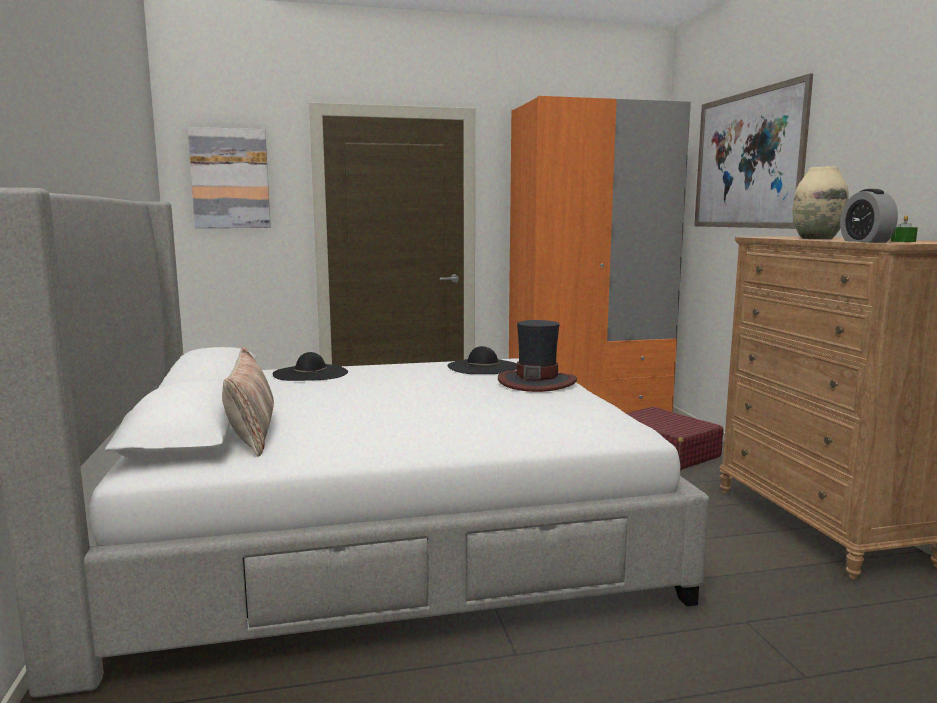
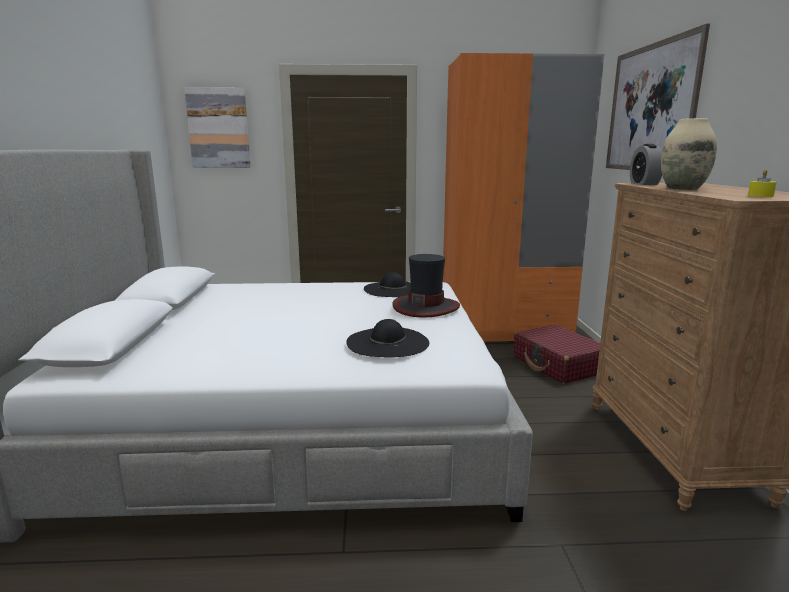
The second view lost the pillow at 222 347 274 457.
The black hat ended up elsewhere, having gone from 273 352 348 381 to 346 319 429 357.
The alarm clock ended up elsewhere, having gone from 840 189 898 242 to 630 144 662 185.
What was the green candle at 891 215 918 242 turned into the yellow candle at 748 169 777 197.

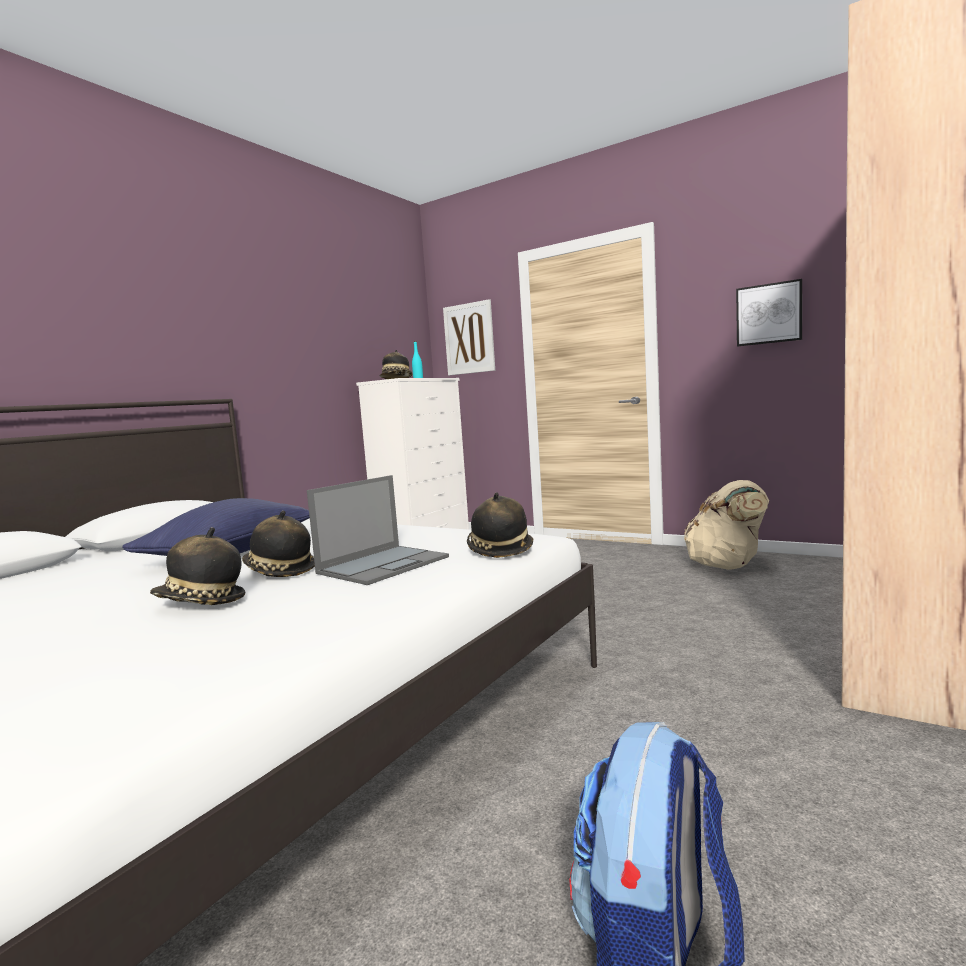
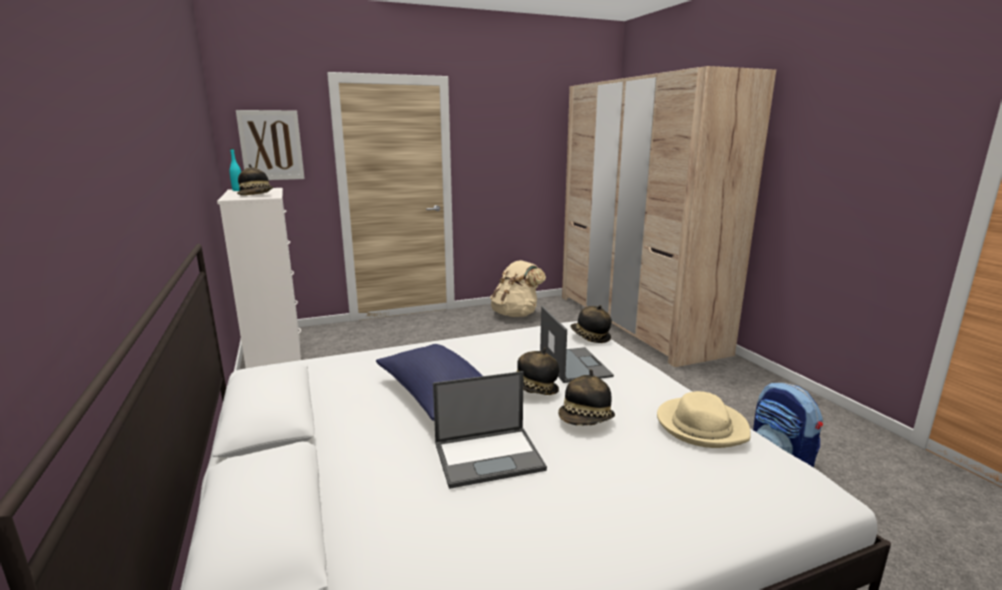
The second view lost the picture at 736 279 802 346.
The second view gained the laptop at 433 371 547 489.
The second view gained the beige hat at 657 391 751 448.

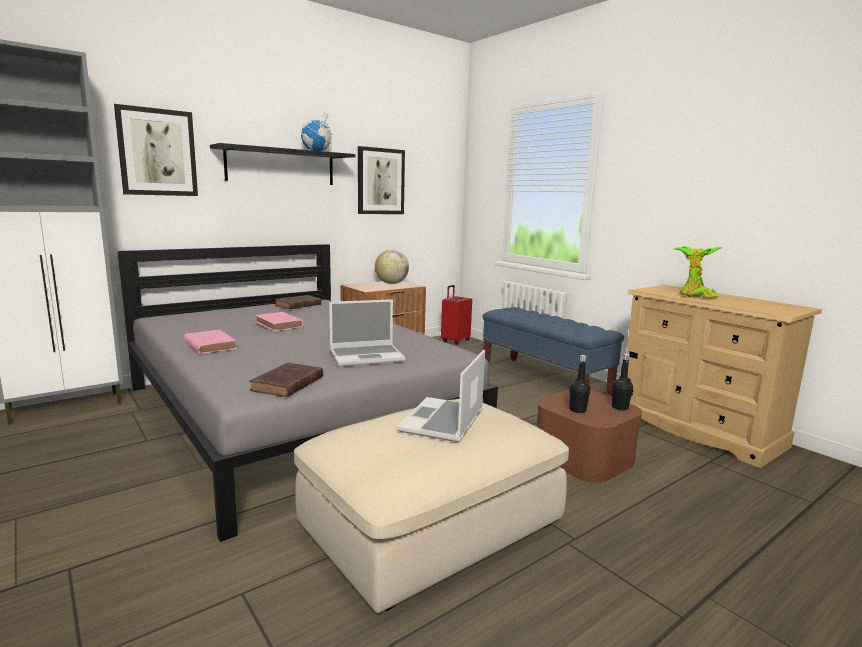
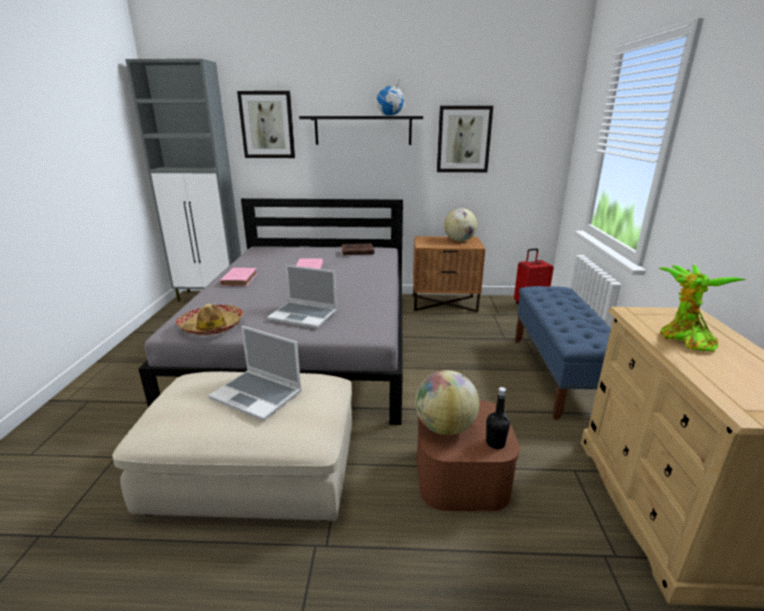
Where the brown book stood at 249 363 323 397, the hat came to stand at 176 304 243 335.
Where the black bottle stood at 570 355 590 413, the globe came to stand at 415 370 479 435.
The laptop at 397 350 485 443 ended up facing another way, 120 degrees counterclockwise from before.

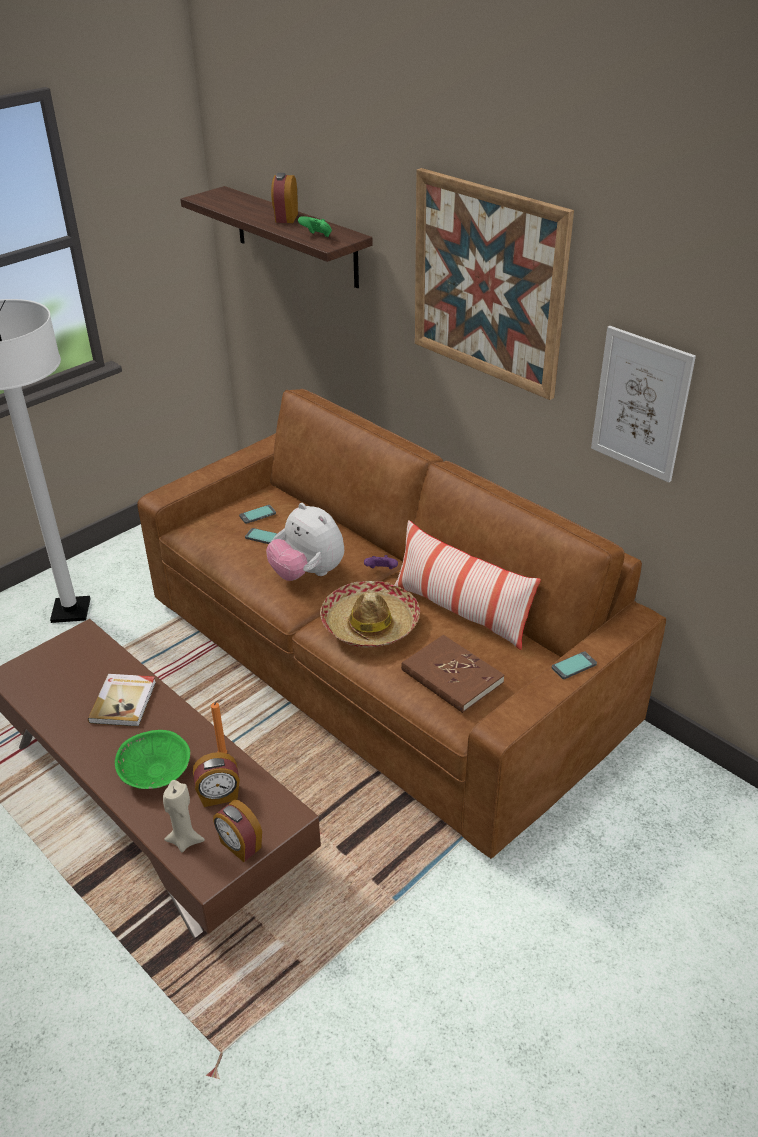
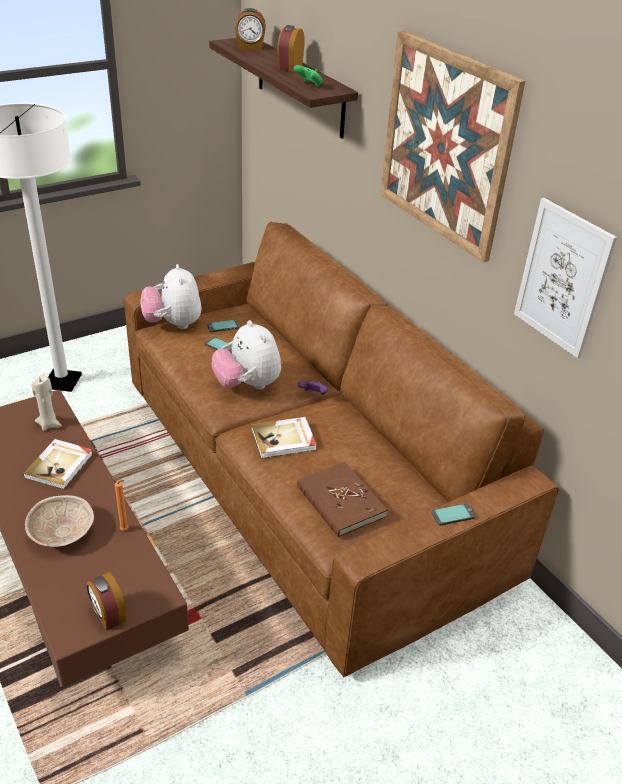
The second view lost the pillow at 394 520 541 650.
The second view gained the plush toy at 140 264 202 329.
The beige candle ended up elsewhere, having gone from 163 780 205 852 to 31 374 62 431.
The alarm clock ended up elsewhere, having gone from 193 752 240 807 to 235 8 266 51.
Where the hat stood at 320 581 420 648, the book came to stand at 251 417 317 459.
What was the green bowl at 115 730 191 789 turned into the beige bowl at 25 495 94 547.

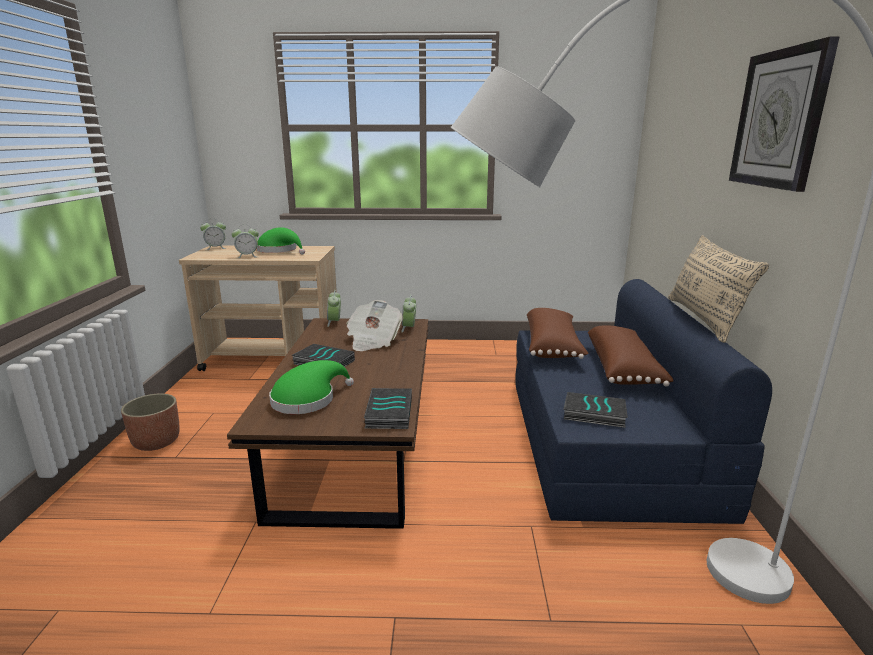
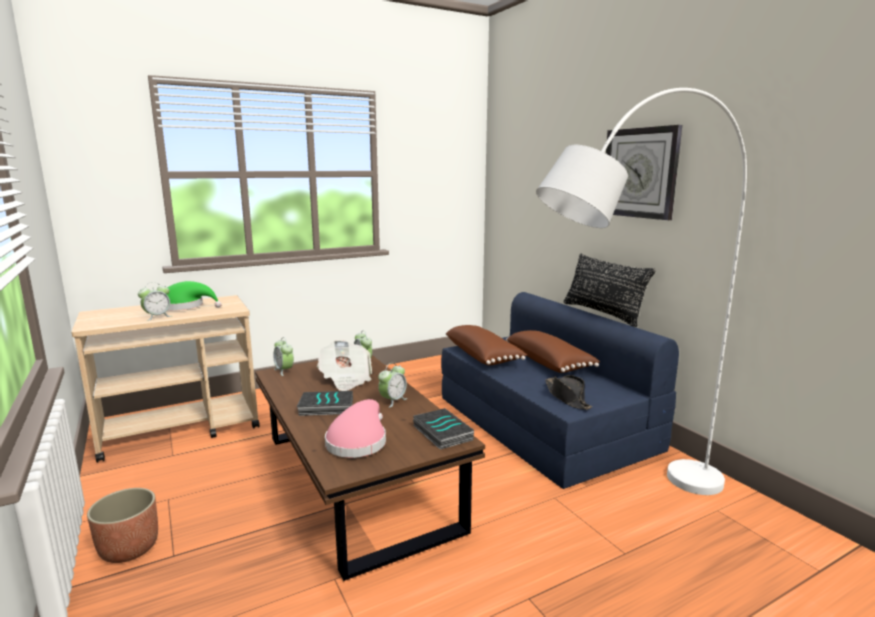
The alarm clock ended up elsewhere, having gone from 200 222 227 250 to 378 363 408 408.
Where the book stood at 563 392 628 428, the black hat came to stand at 545 375 592 410.
What was the green hat at 269 360 354 414 turned into the pink hat at 325 399 386 458.
What was the beige pillow at 668 235 769 343 turned into the black pillow at 563 254 656 327.

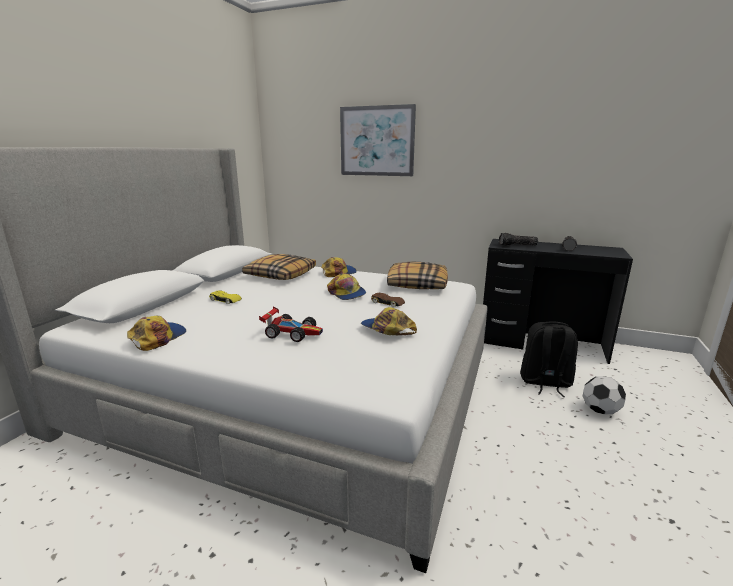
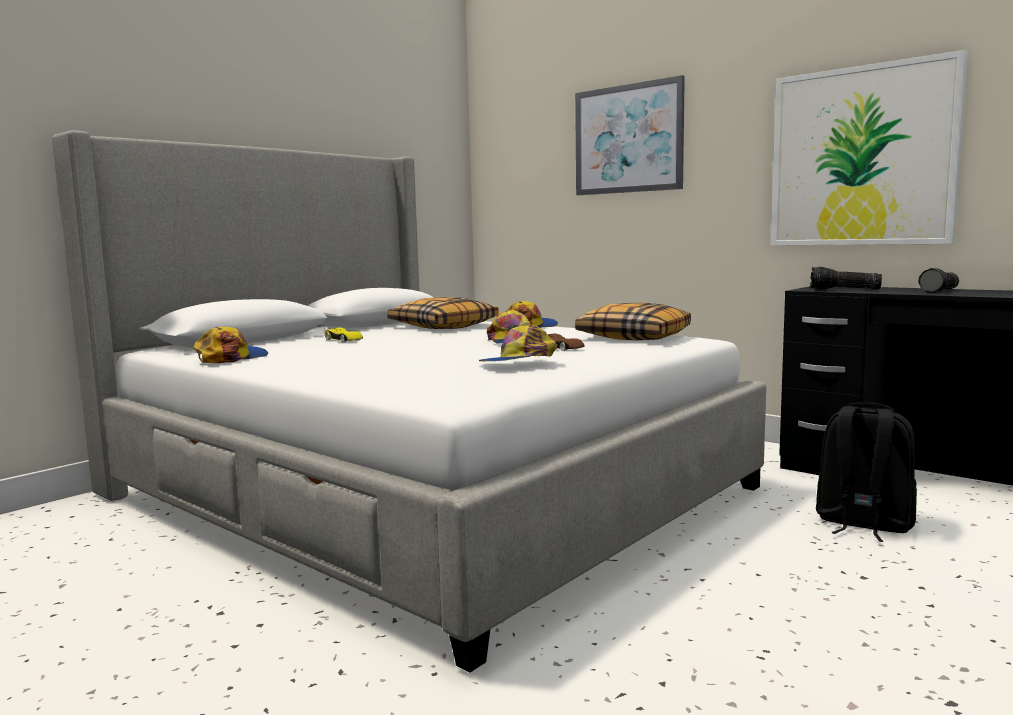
The second view lost the toy car at 259 307 323 342.
The second view lost the football at 583 376 626 414.
The second view gained the picture at 771 50 968 245.
The cap at 361 307 417 335 ended up facing another way, 90 degrees counterclockwise from before.

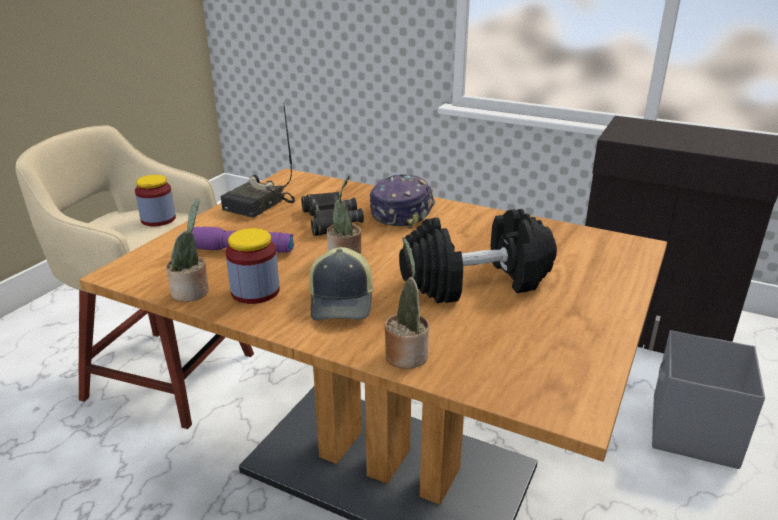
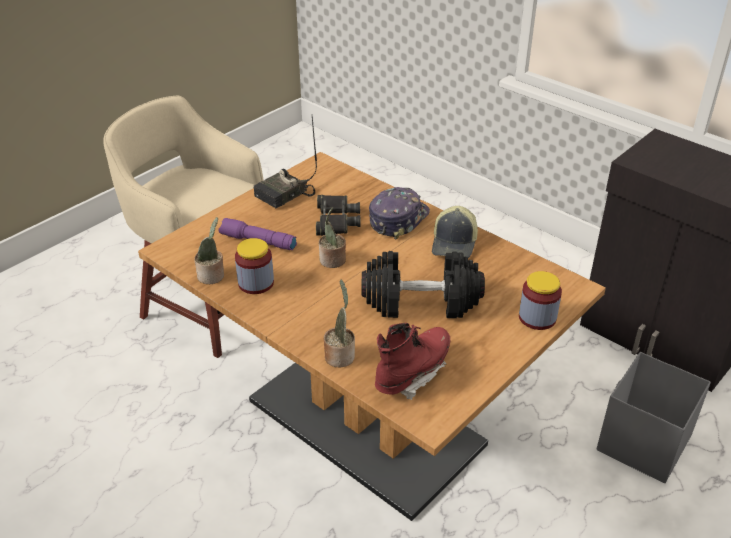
The second view gained the red boot at 375 323 450 400.
The jar ended up elsewhere, having gone from 135 175 176 227 to 519 271 562 330.
The cap ended up elsewhere, having gone from 309 247 374 321 to 432 206 478 258.

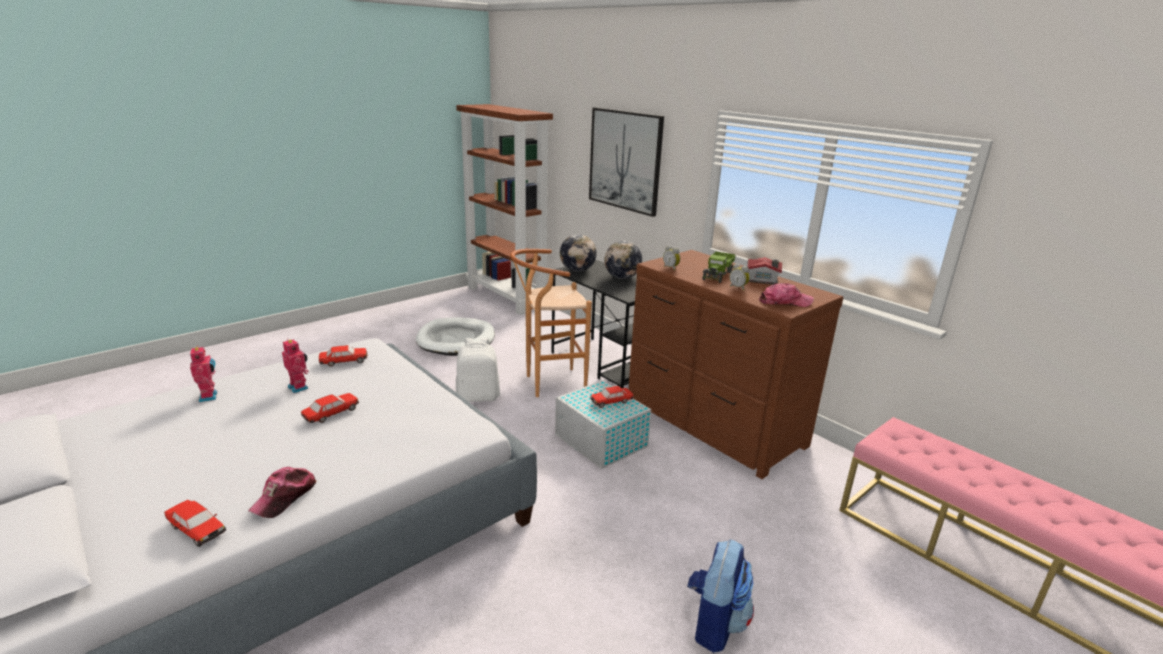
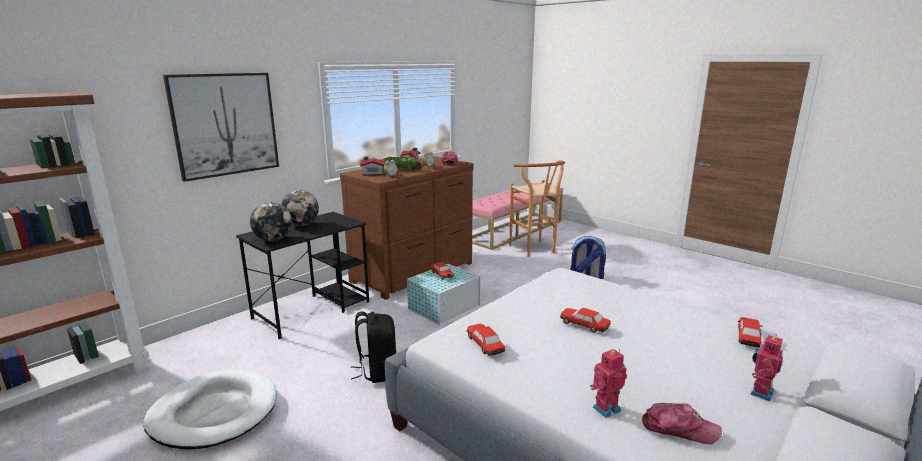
The second view gained the toy house at 360 157 385 176.
The cap ended up elsewhere, having gone from 248 467 317 518 to 642 403 722 444.
The toy robot ended up elsewhere, having gone from 282 338 309 393 to 751 334 783 401.
The brown stool ended up elsewhere, having gone from 510 249 592 397 to 509 160 565 257.
What was the white backpack at 456 338 500 402 turned into the black backpack at 351 312 396 383.

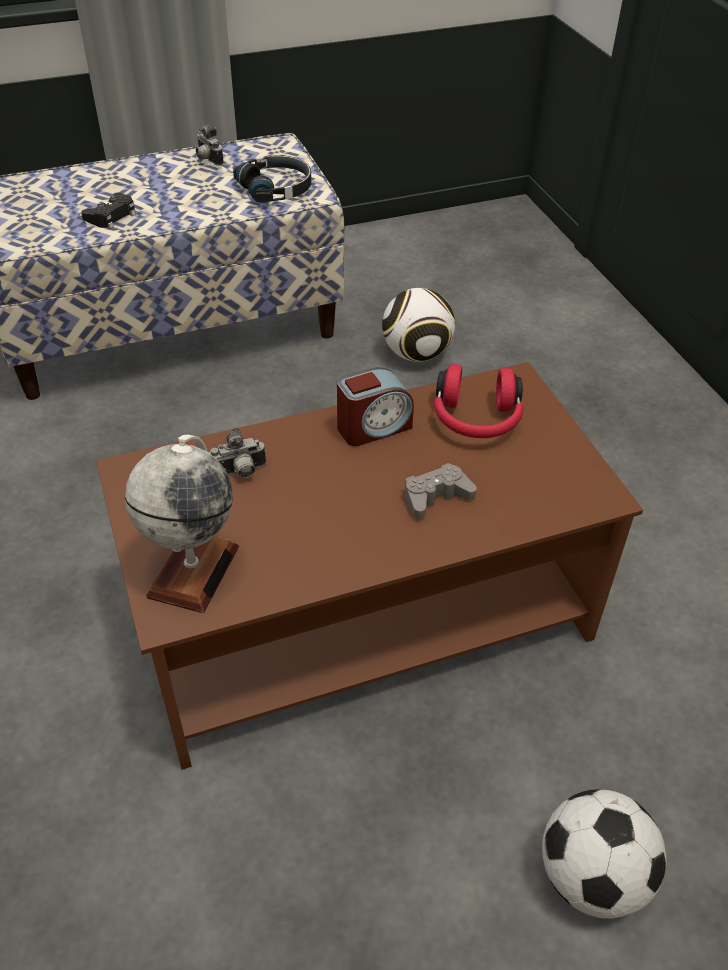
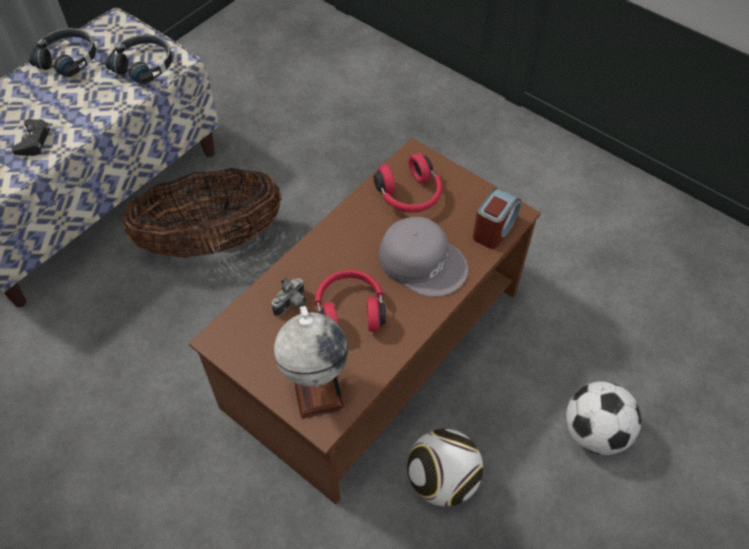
The second view gained the basket at 123 168 282 258.
The second view gained the red headphones at 315 270 386 332.
The alarm clock ended up elsewhere, having gone from 337 367 414 446 to 473 188 521 249.
The football ended up elsewhere, having gone from 382 288 455 362 to 407 429 483 507.
Where the photo camera stood at 196 124 224 166, the black headphones came to stand at 28 28 96 77.
Where the grey game controller stood at 405 463 477 518, the grey cap came to stand at 379 217 469 297.

